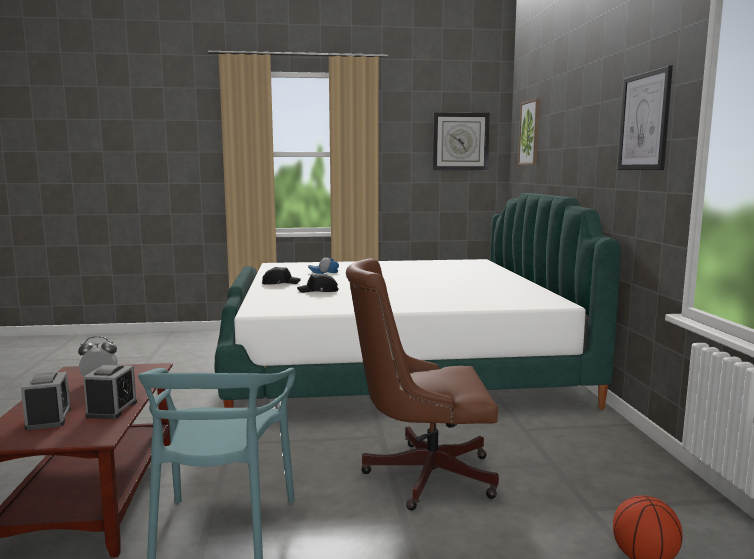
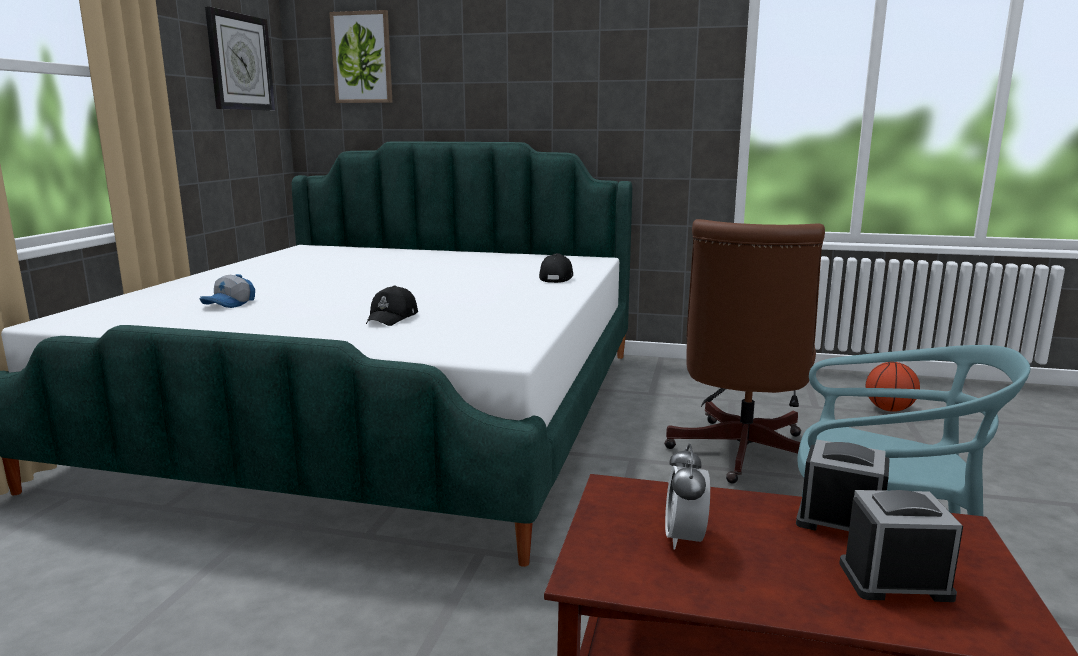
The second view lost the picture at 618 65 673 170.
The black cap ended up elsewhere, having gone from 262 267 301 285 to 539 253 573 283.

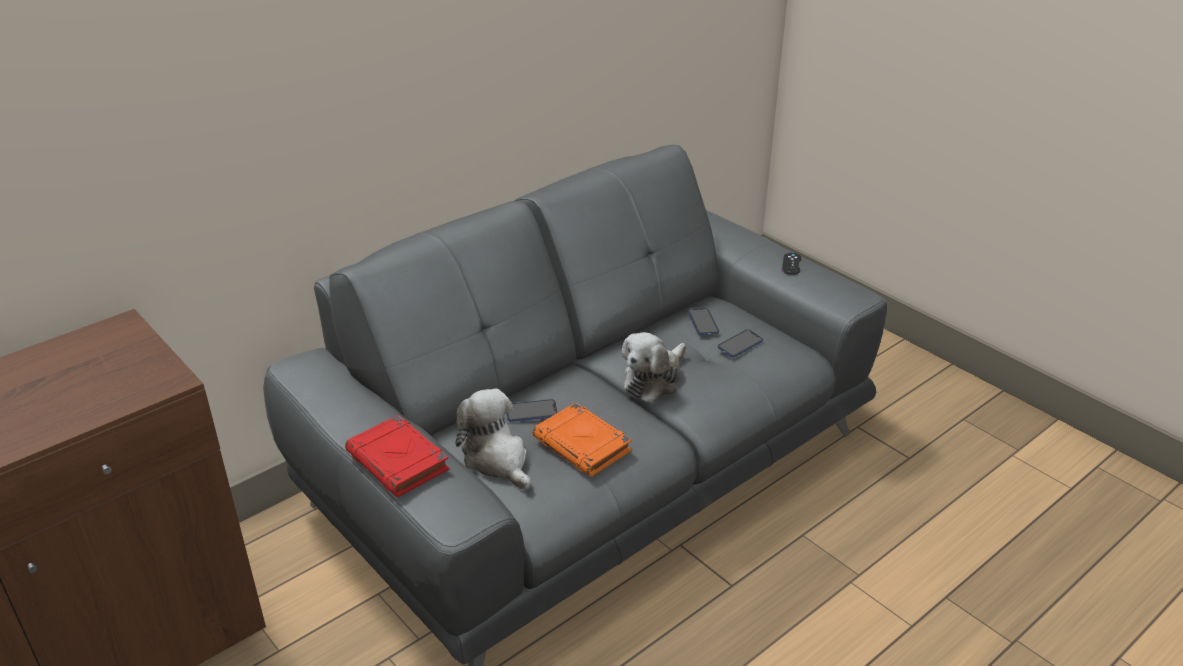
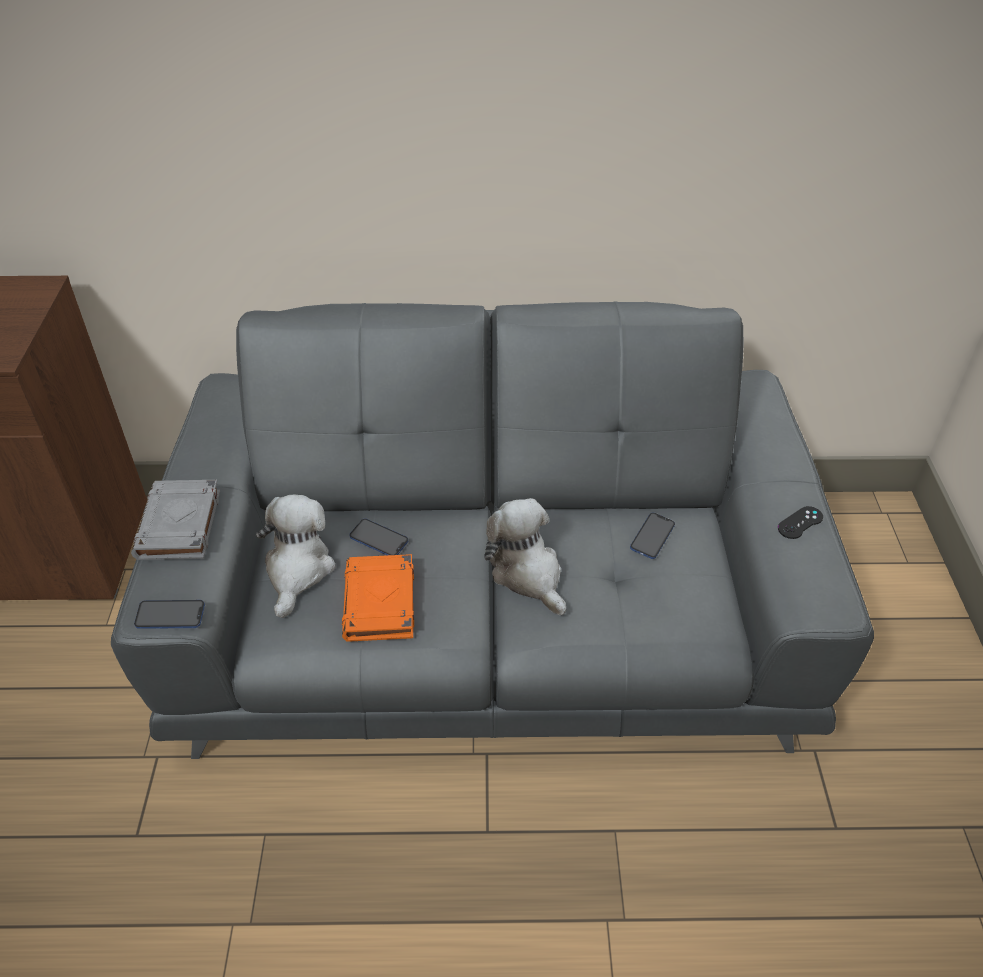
The phone ended up elsewhere, having gone from 718 329 763 358 to 134 600 205 629.
What was the red book at 345 415 449 497 turned into the grey book at 131 480 220 560.
The plush toy at 622 332 686 404 ended up facing another way, 75 degrees clockwise from before.

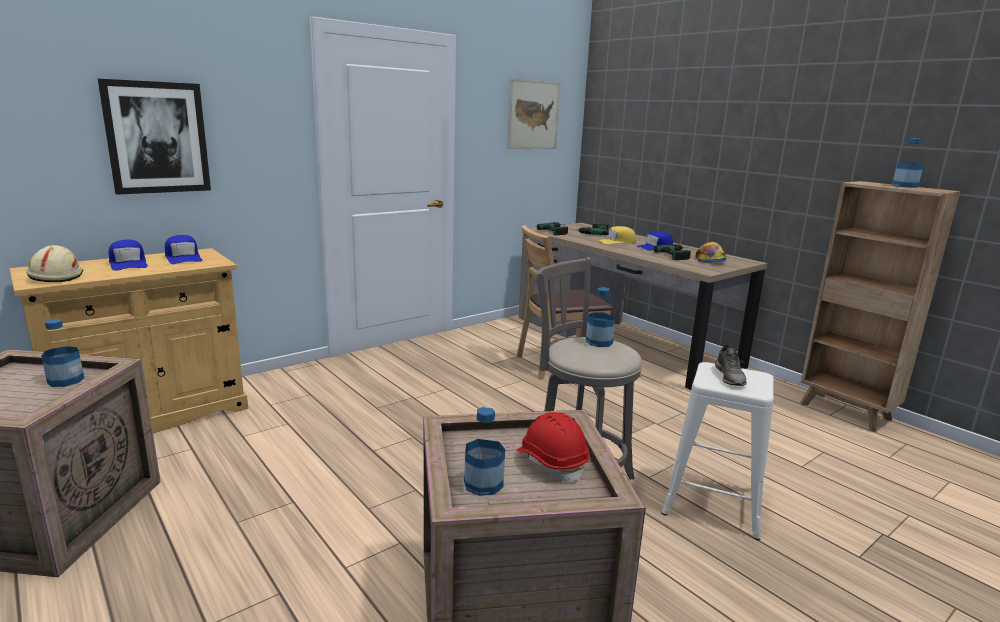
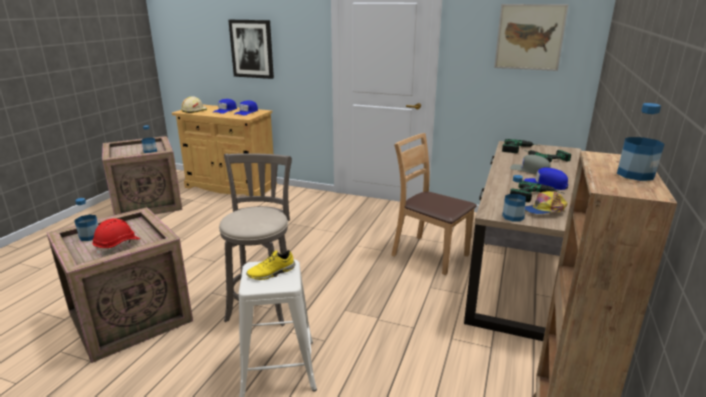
The bottle ended up elsewhere, having gone from 586 287 615 347 to 502 175 526 222.
What was the yellow cap at 598 226 636 244 turned into the grey cap at 510 154 551 174.
What was the grey shoe at 715 345 747 386 turned into the yellow shoe at 246 250 295 280.

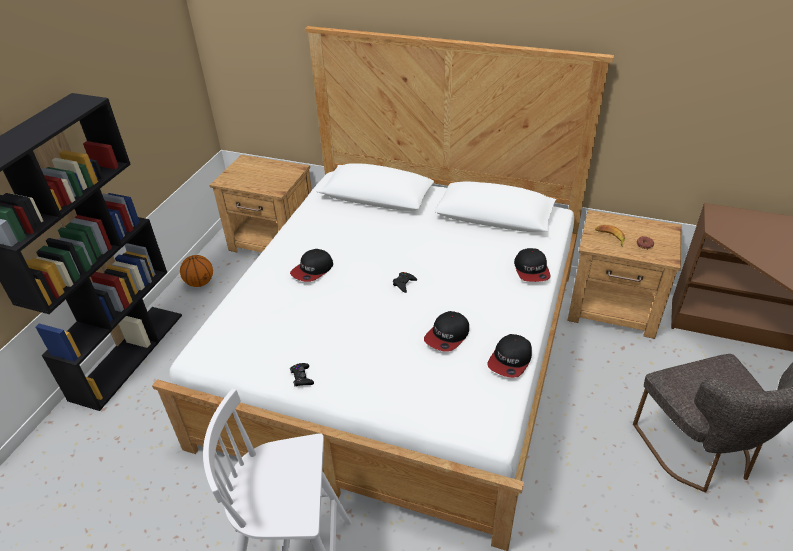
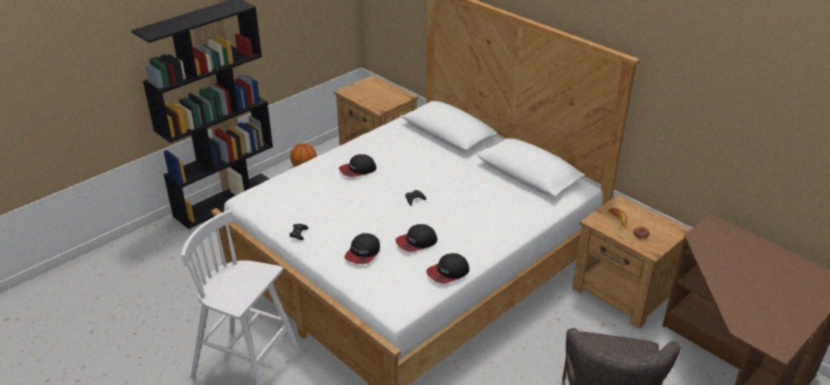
The cap ended up elsewhere, having gone from 514 248 551 282 to 344 233 380 264.

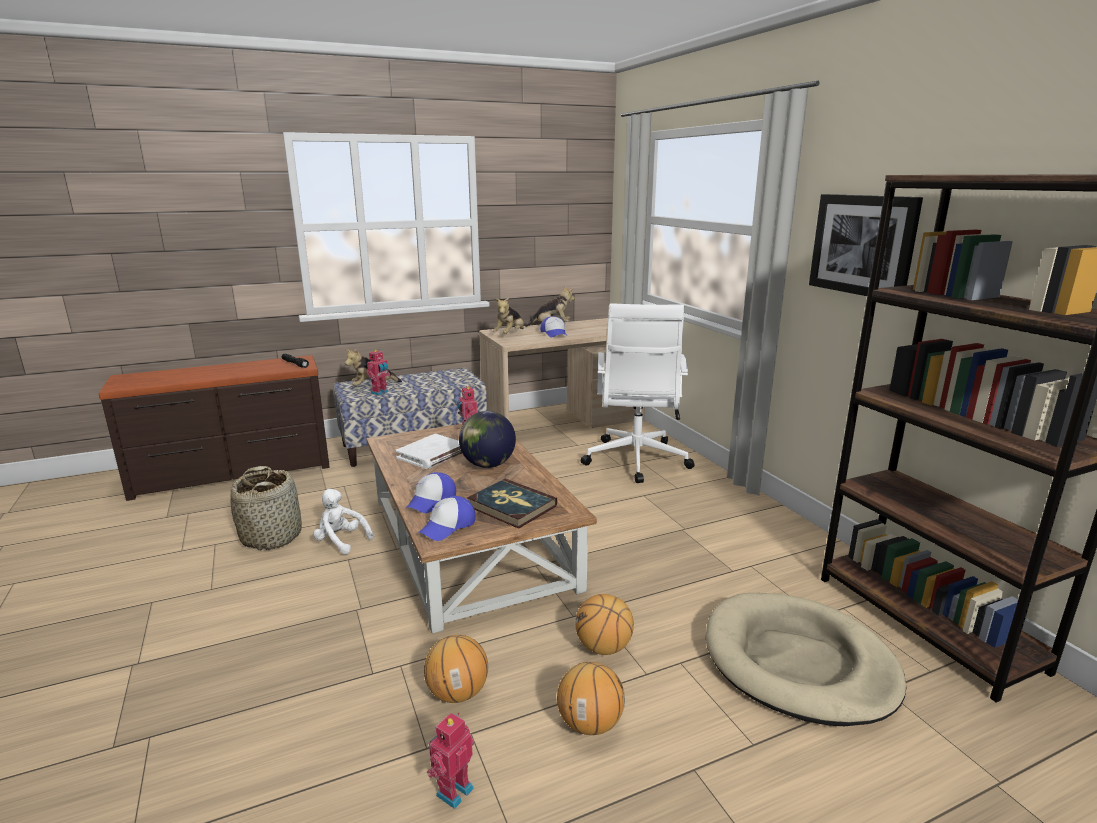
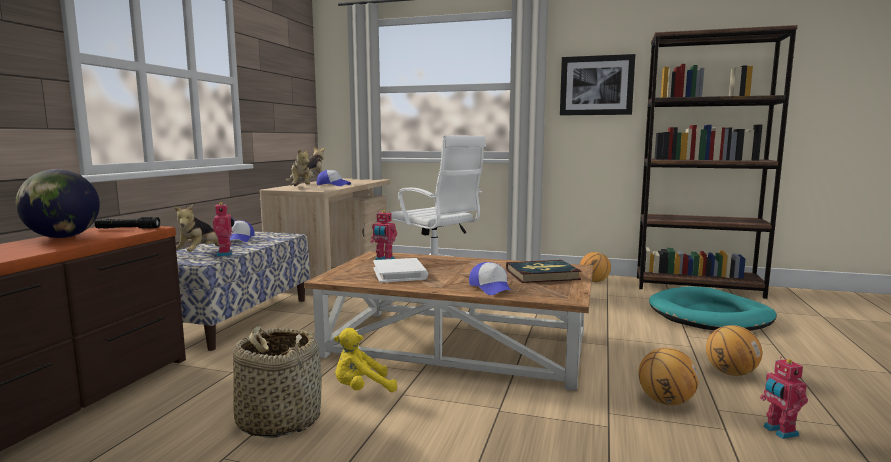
The cap ended up elsewhere, having gone from 418 496 476 541 to 229 220 255 242.
The globe ended up elsewhere, having gone from 459 411 516 468 to 15 169 100 238.
The basketball ended up elsewhere, having gone from 575 594 634 655 to 580 252 611 282.
What was the white plush toy at 313 489 373 554 turned into the yellow plush toy at 334 328 397 392.
What was the beige dog bed at 706 593 906 726 turned into the turquoise dog bed at 649 287 777 331.

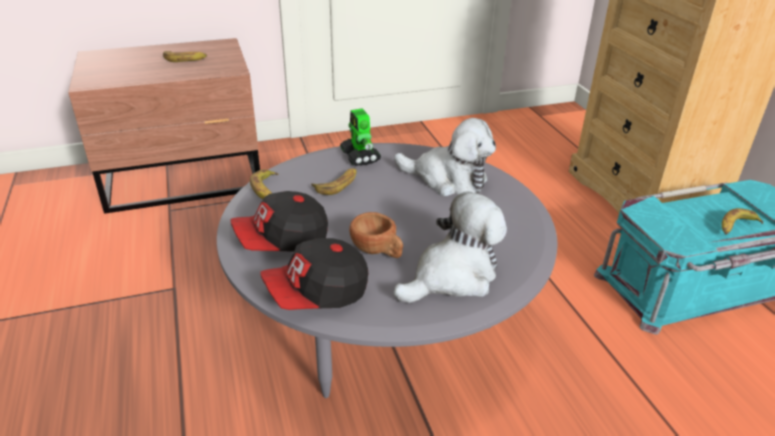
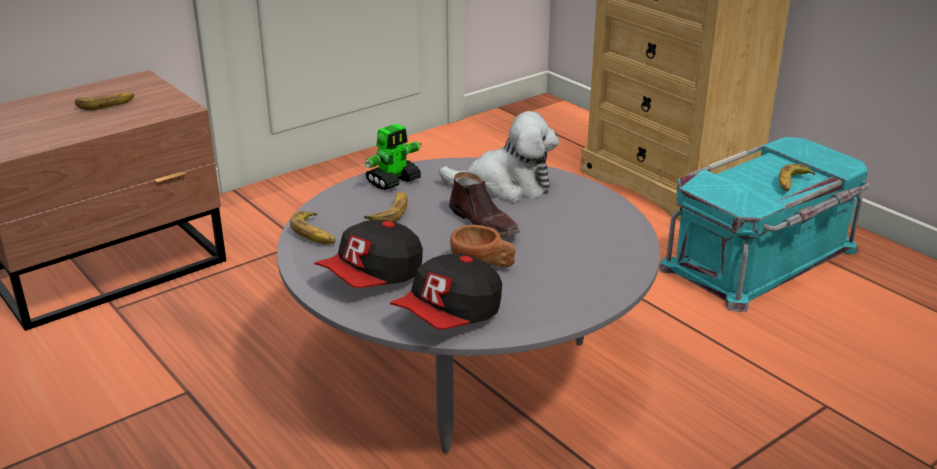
The second view lost the plush toy at 393 192 507 303.
The second view gained the brown shoe at 449 172 520 238.
The toy robot at 340 108 381 166 ended up facing another way, 90 degrees counterclockwise from before.

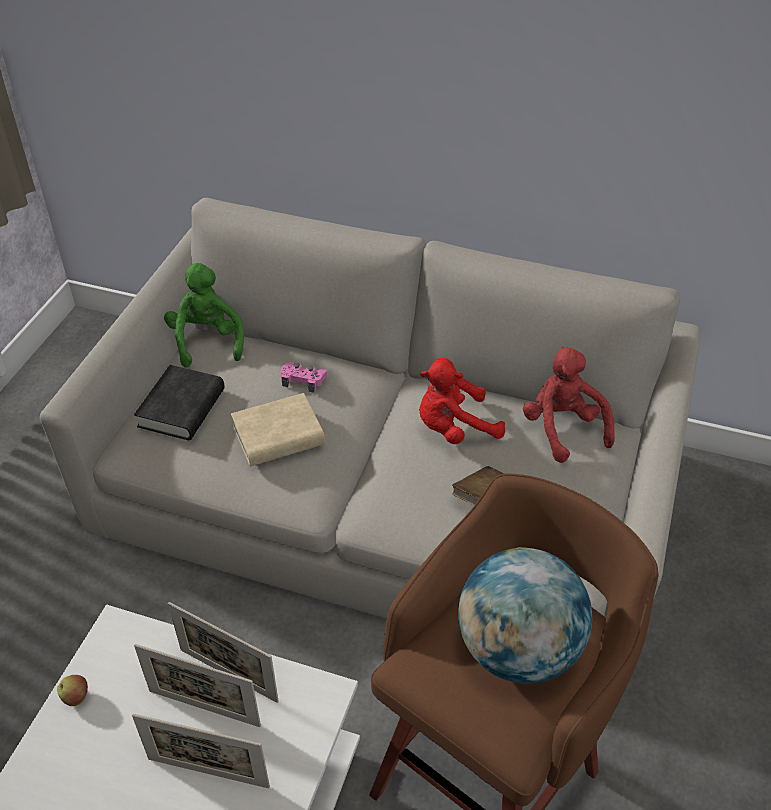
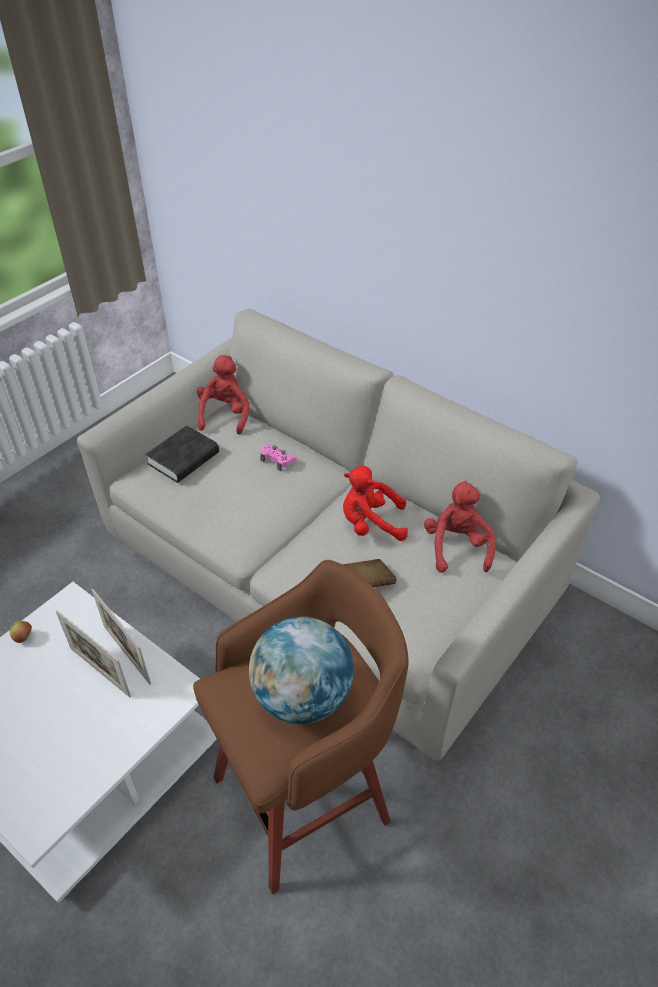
The second view lost the picture frame at 132 714 270 789.
The second view lost the beige book at 231 393 325 466.
What was the green plush toy at 164 263 244 368 turned into the red plush toy at 197 355 249 435.

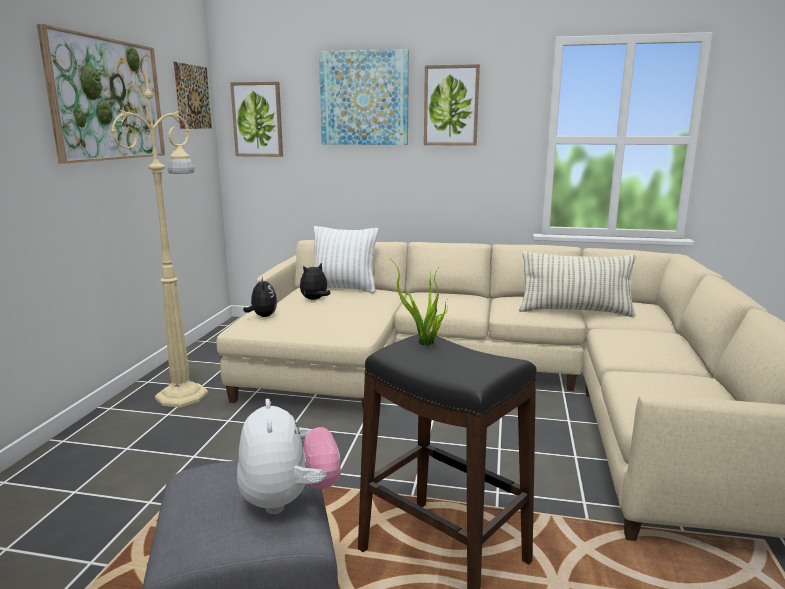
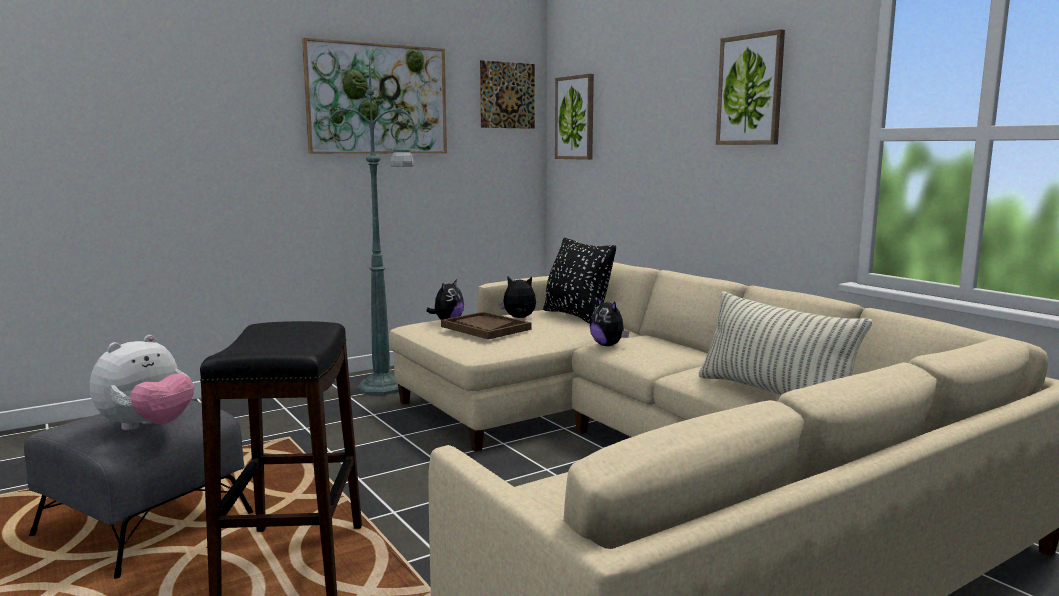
The second view lost the picture at 319 49 409 145.
The second view lost the potted plant at 395 264 448 346.
The second view gained the brown tray at 441 312 531 340.
The second view gained the plush toy at 590 297 629 346.
What was the beige floor lamp at 111 56 208 407 turned into the green floor lamp at 328 60 415 395.
What was the white pillow at 314 226 378 293 turned into the black pillow at 543 238 616 324.

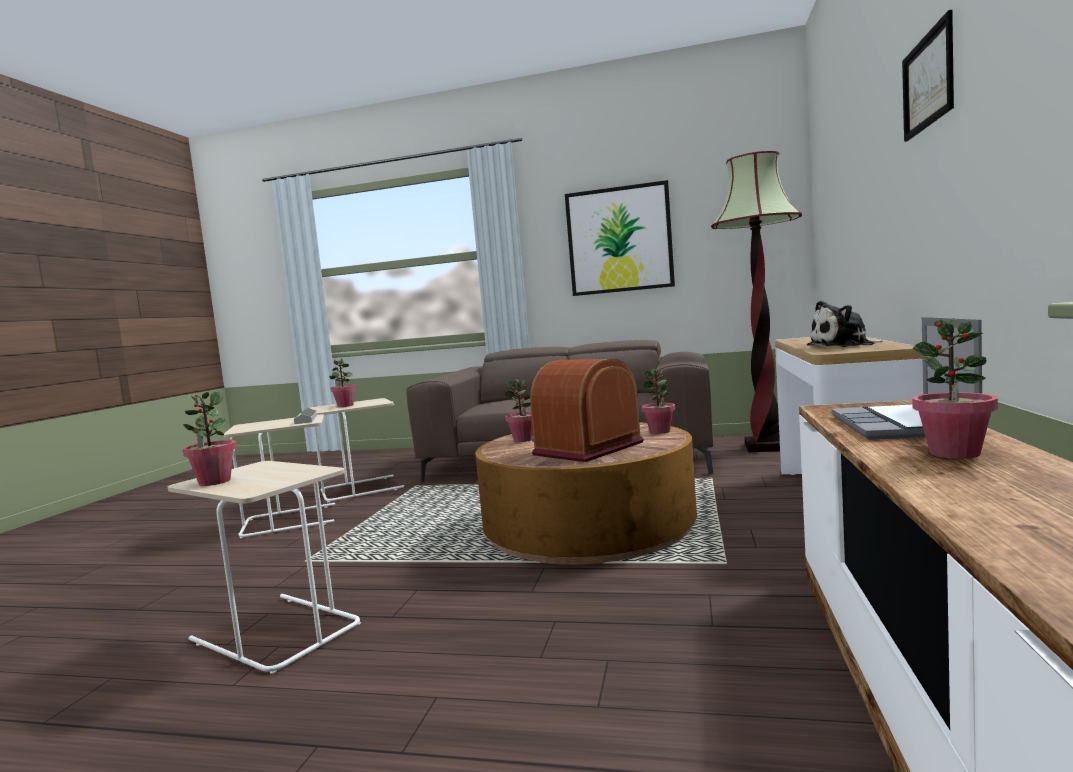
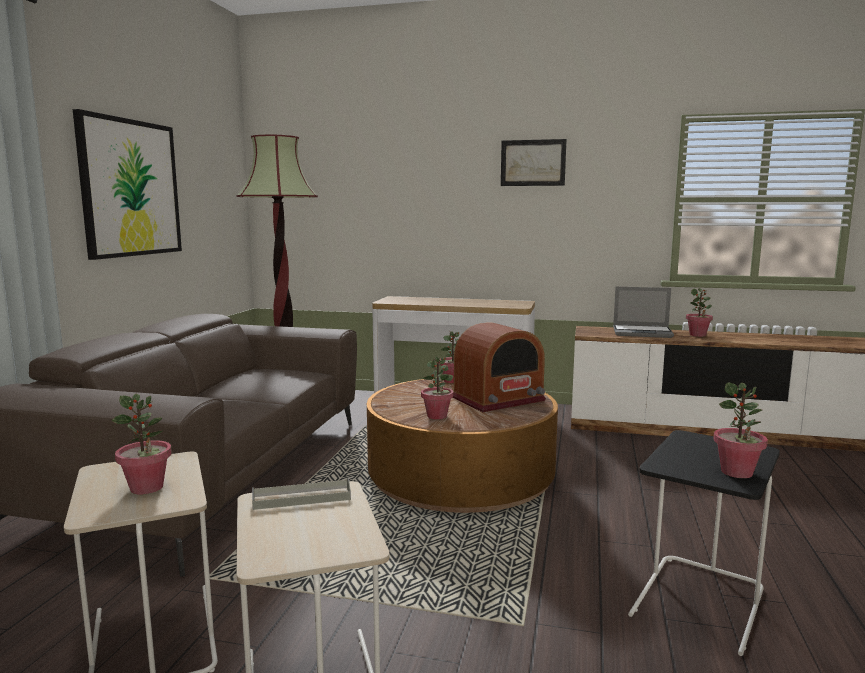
The second view lost the plush toy at 807 301 883 347.
What was the beige side table at 168 461 361 674 turned into the black side table at 628 430 780 656.
The radio at 530 359 644 462 ended up facing another way, 75 degrees counterclockwise from before.

